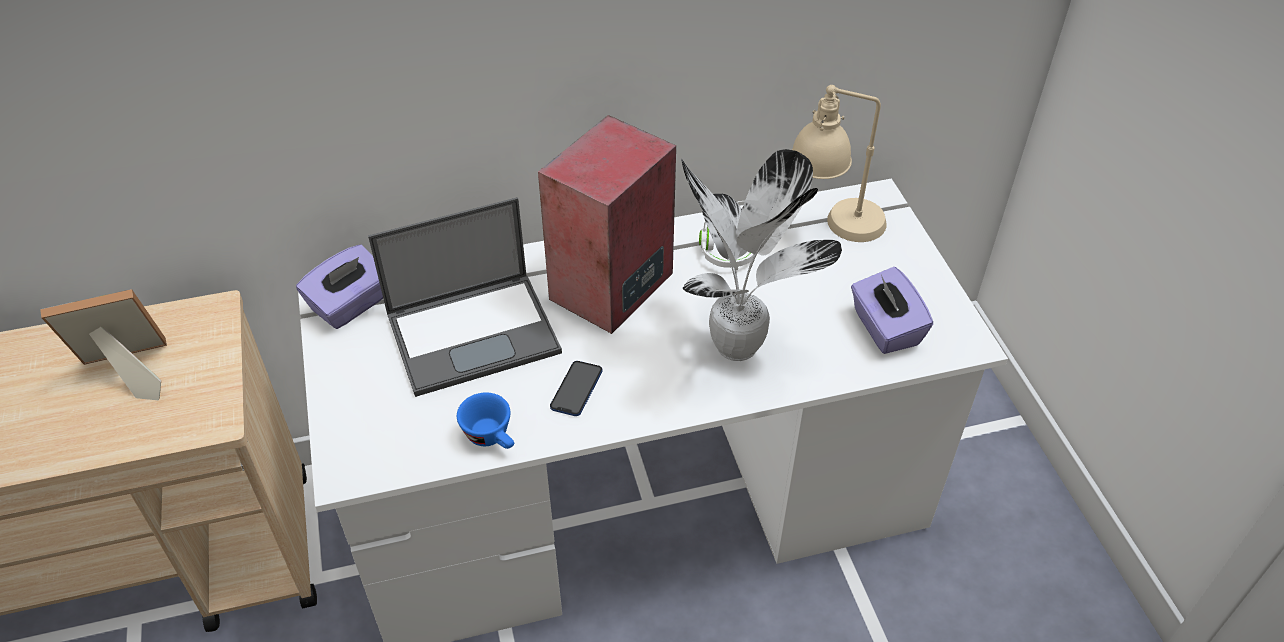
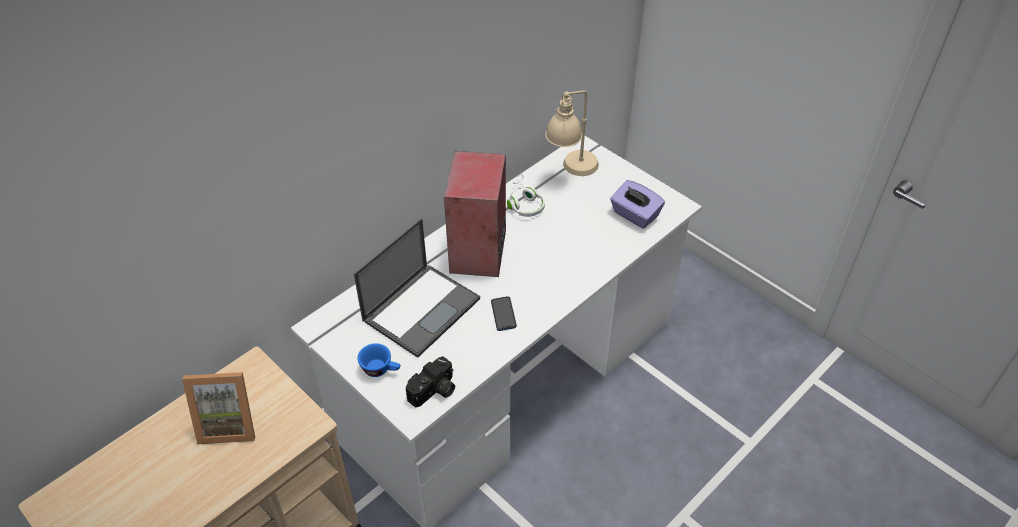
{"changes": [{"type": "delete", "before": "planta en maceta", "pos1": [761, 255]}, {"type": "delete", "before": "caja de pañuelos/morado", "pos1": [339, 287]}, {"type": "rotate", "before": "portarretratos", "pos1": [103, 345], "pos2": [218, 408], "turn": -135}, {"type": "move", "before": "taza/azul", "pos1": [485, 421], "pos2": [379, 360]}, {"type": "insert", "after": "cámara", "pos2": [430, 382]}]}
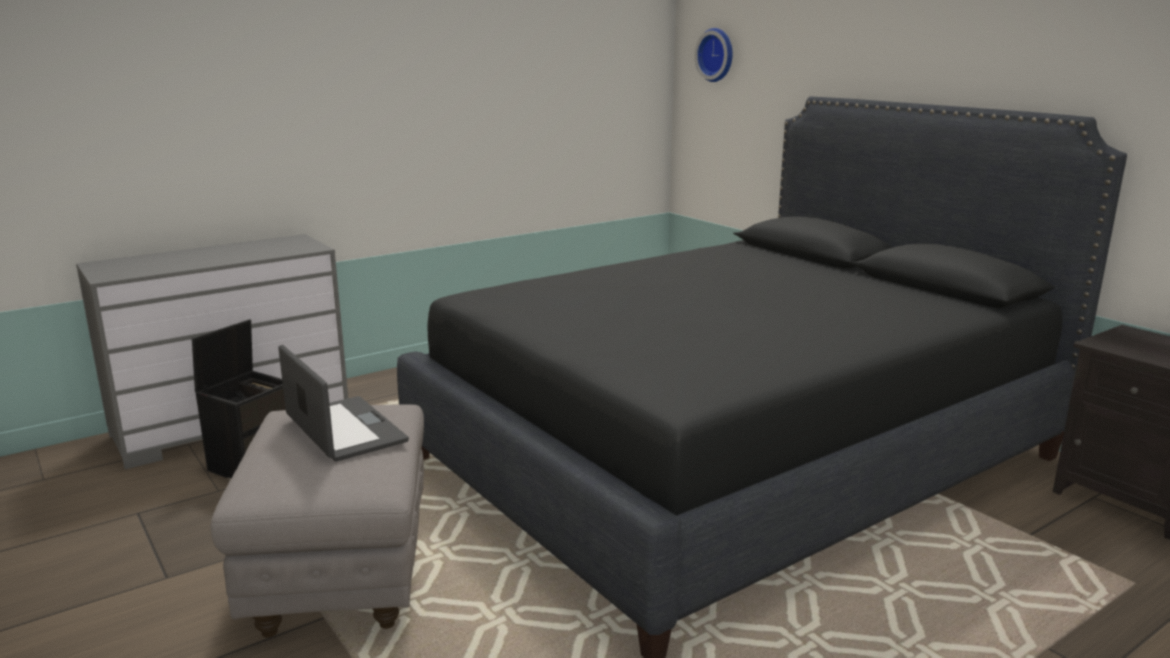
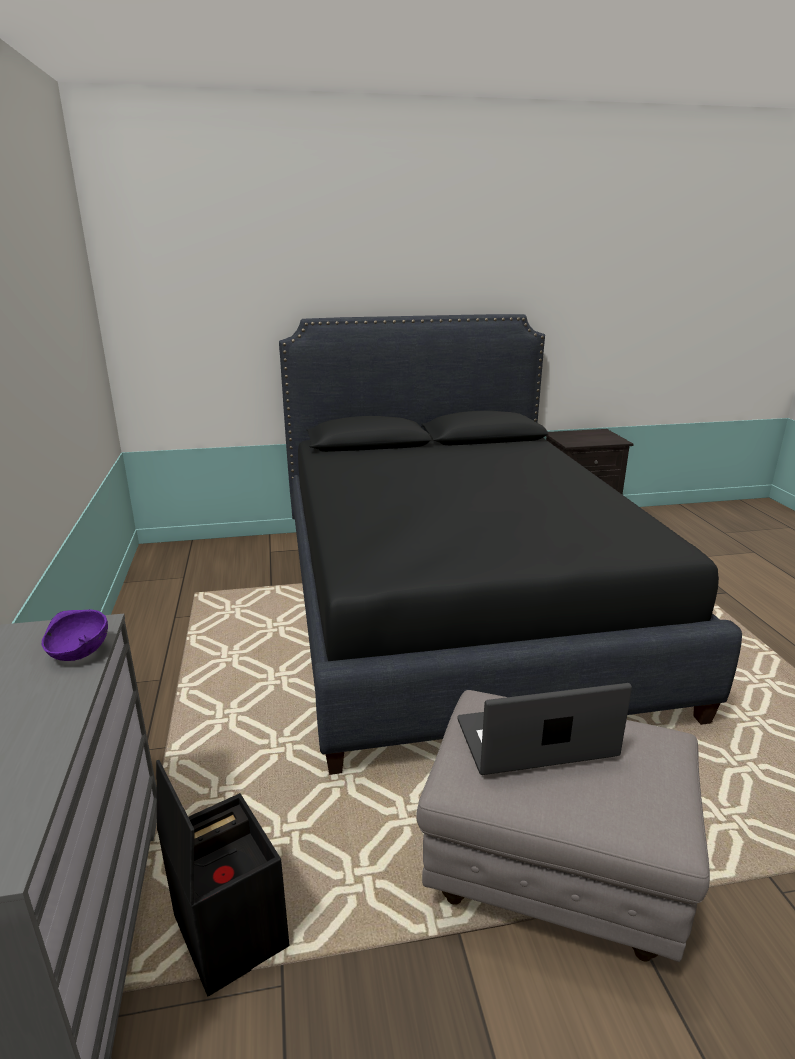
{"changes": [{"type": "delete", "before": "reloj de pared", "pos1": [713, 55]}, {"type": "insert", "after": "cuenco/morado", "pos2": [75, 635]}]}
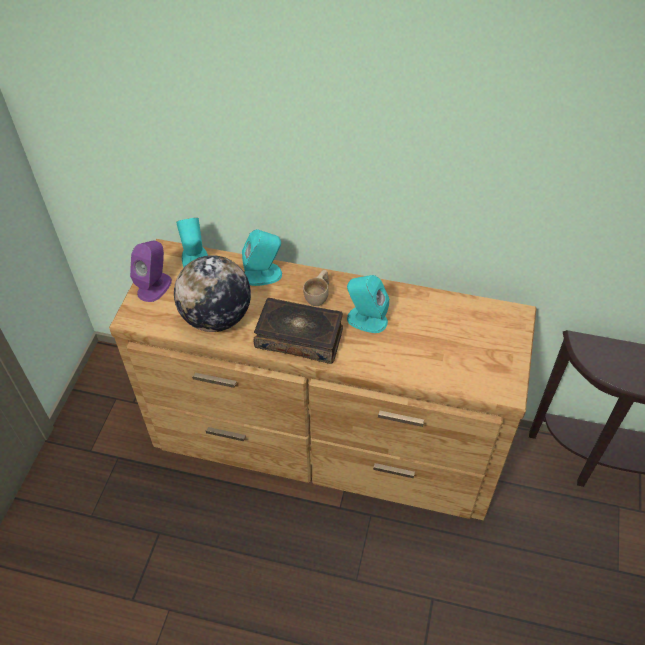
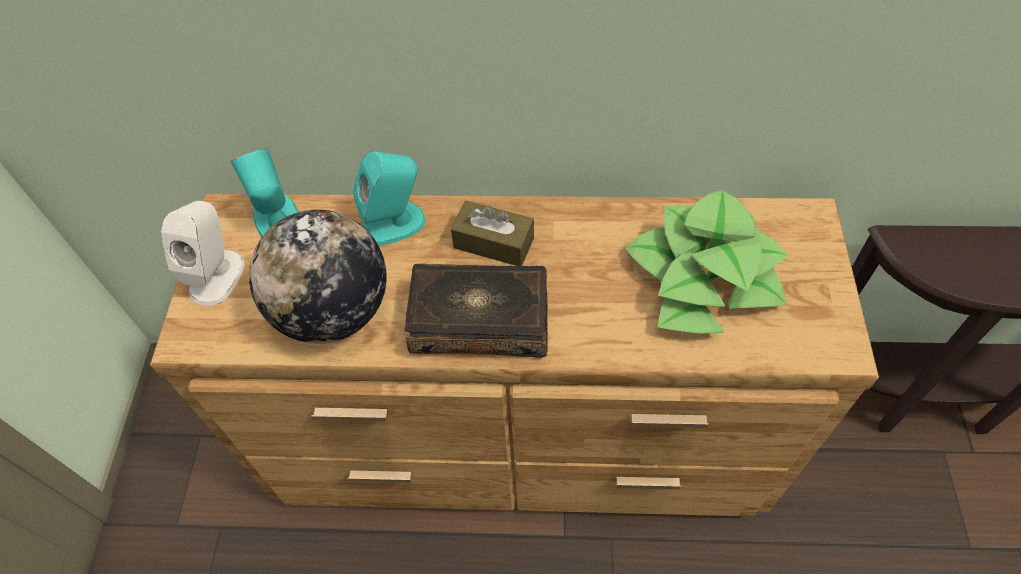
{"changes": [{"type": "recolor", "before": "altavoz/morado", "after": "altavoz/blanco", "pos1": [151, 271], "pos2": [202, 253]}, {"type": "replace", "before": "taza/beis", "after": "caja de pañuelos/marrón", "pos1": [316, 288], "pos2": [492, 233]}, {"type": "delete", "before": "altavoz/turquesa", "pos1": [368, 304]}, {"type": "insert", "after": "planta en maceta", "pos2": [706, 262]}]}
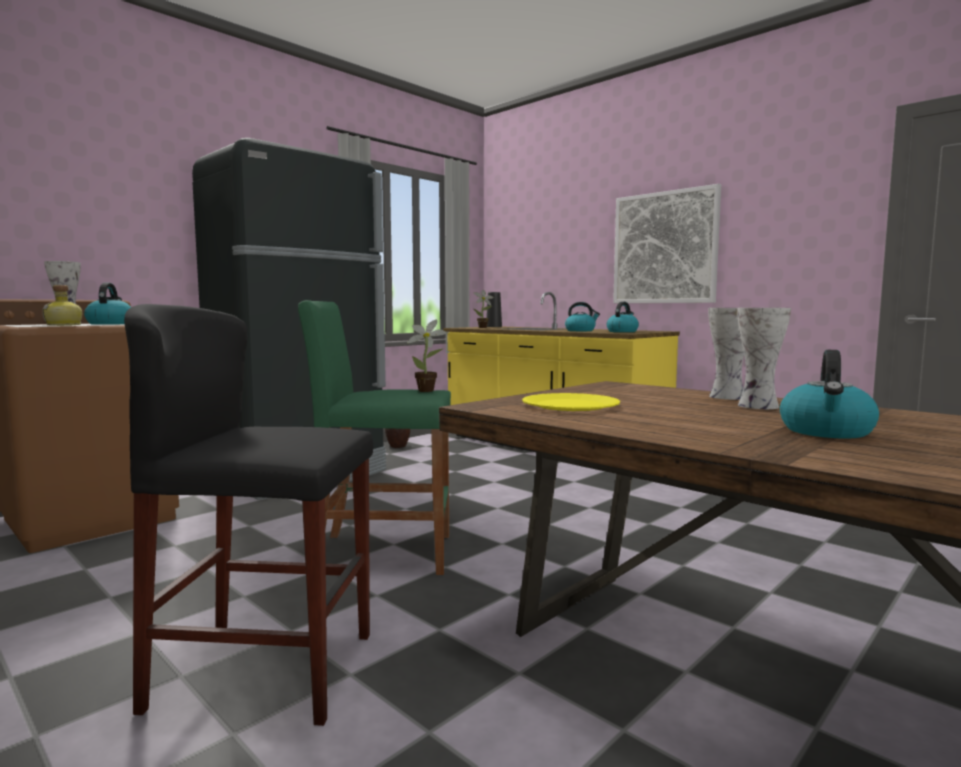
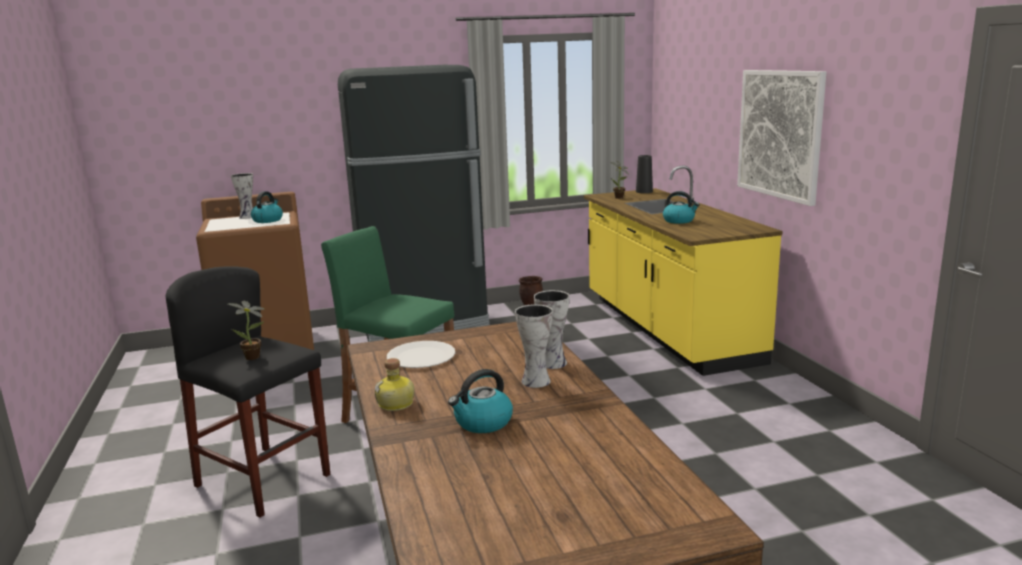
{"changes": [{"type": "move", "before": "botella", "pos1": [62, 305], "pos2": [394, 384]}, {"type": "delete", "before": "hervidor", "pos1": [623, 317]}, {"type": "move", "before": "planta en maceta", "pos1": [427, 355], "pos2": [246, 330]}, {"type": "recolor", "before": "plato/amarillo", "after": "plato/blanco", "pos1": [571, 402], "pos2": [421, 354]}]}
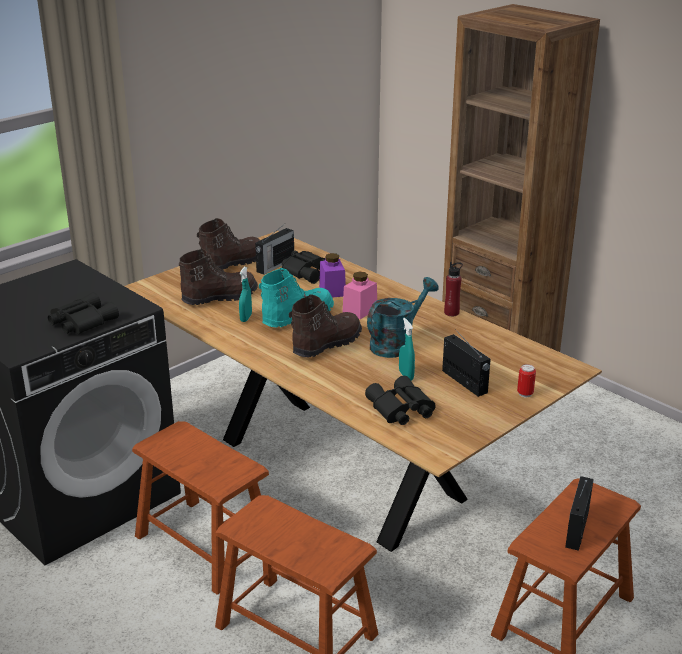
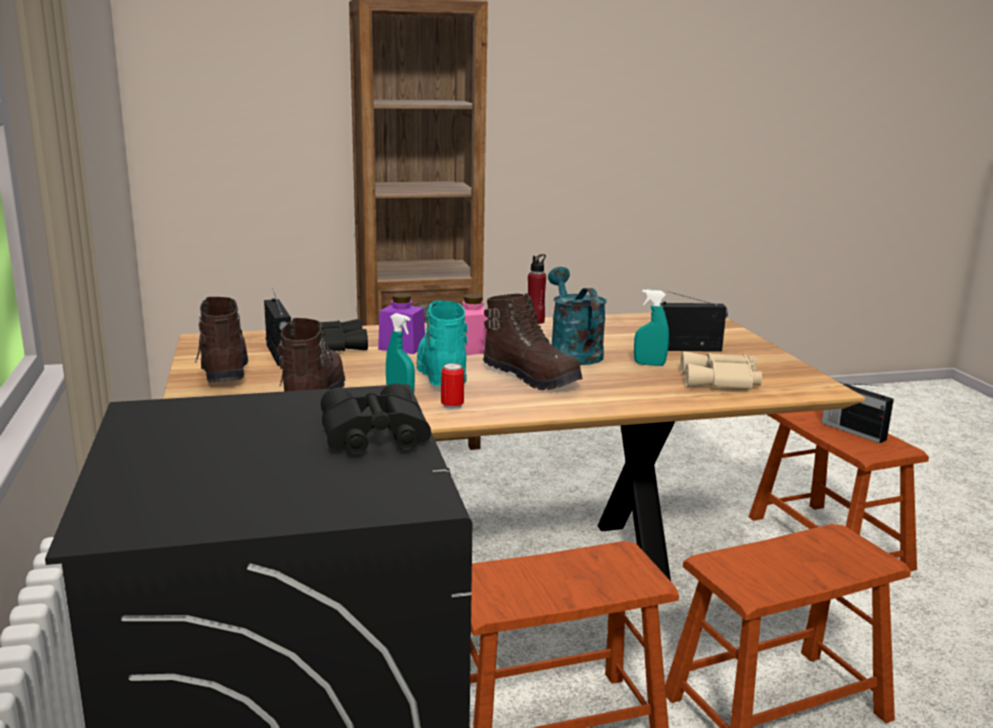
{"changes": [{"type": "rotate", "before": "bota/marrón", "pos1": [325, 325], "pos2": [533, 341], "turn": 150}, {"type": "move", "before": "lata", "pos1": [526, 381], "pos2": [452, 386]}, {"type": "recolor", "before": "prismáticos/negro", "after": "prismáticos/beis", "pos1": [400, 400], "pos2": [721, 370]}]}
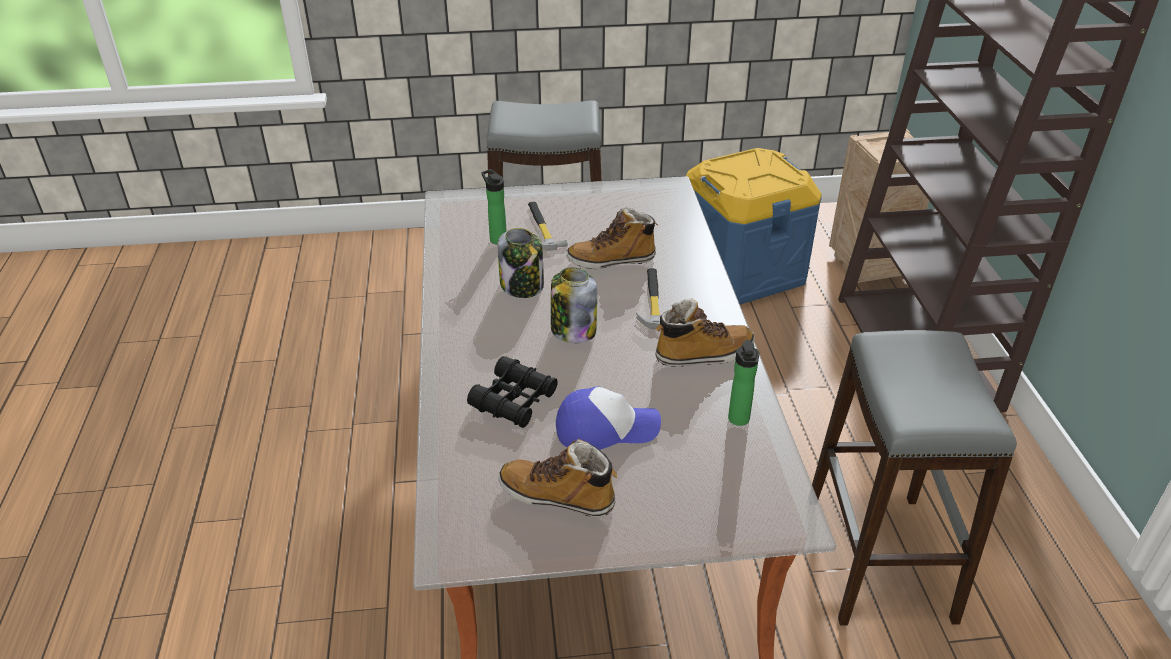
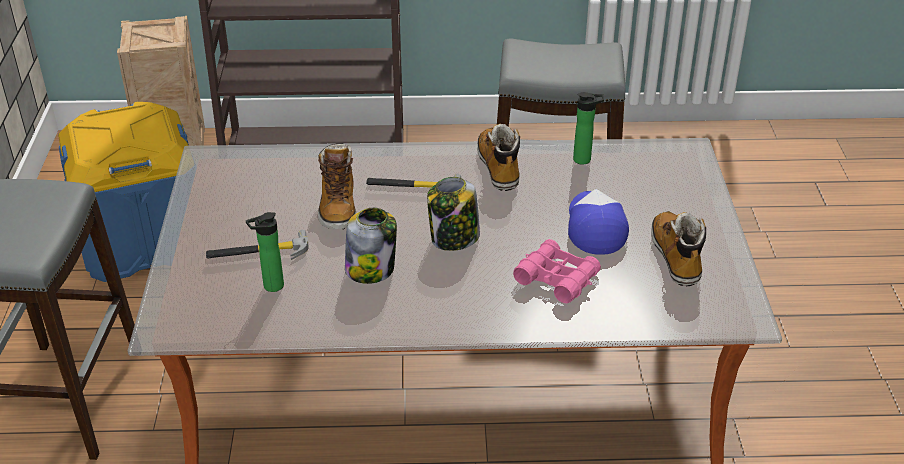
{"changes": [{"type": "recolor", "before": "prismáticos/negro", "after": "prismáticos/rosa", "pos1": [512, 392], "pos2": [557, 271]}, {"type": "rotate", "before": "bota", "pos1": [557, 478], "pos2": [678, 249], "turn": 150}]}
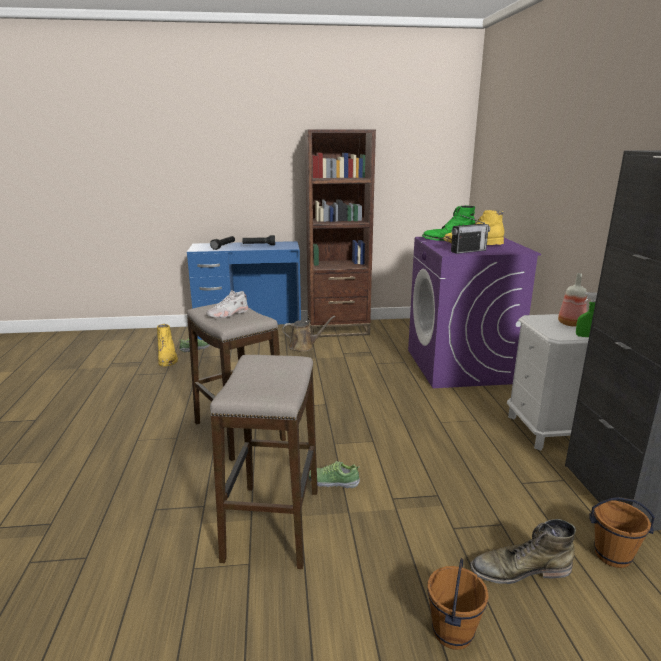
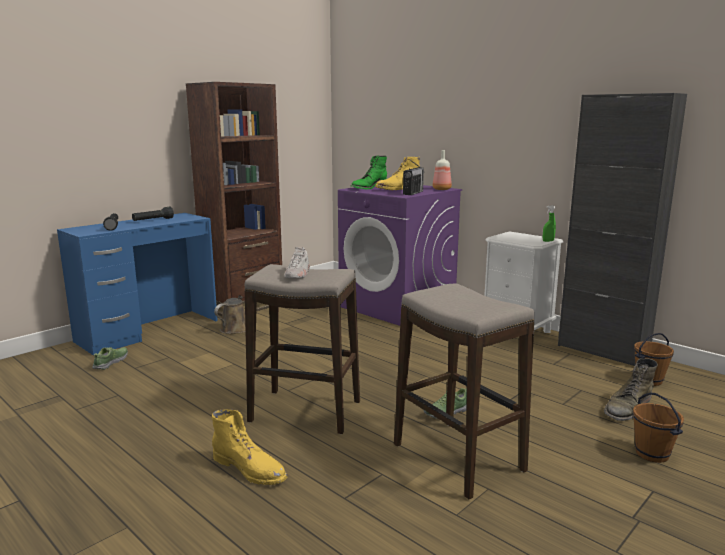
{"changes": [{"type": "move", "before": "botella", "pos1": [572, 300], "pos2": [442, 170]}, {"type": "move", "before": "bota/amarillo", "pos1": [167, 345], "pos2": [250, 447]}]}
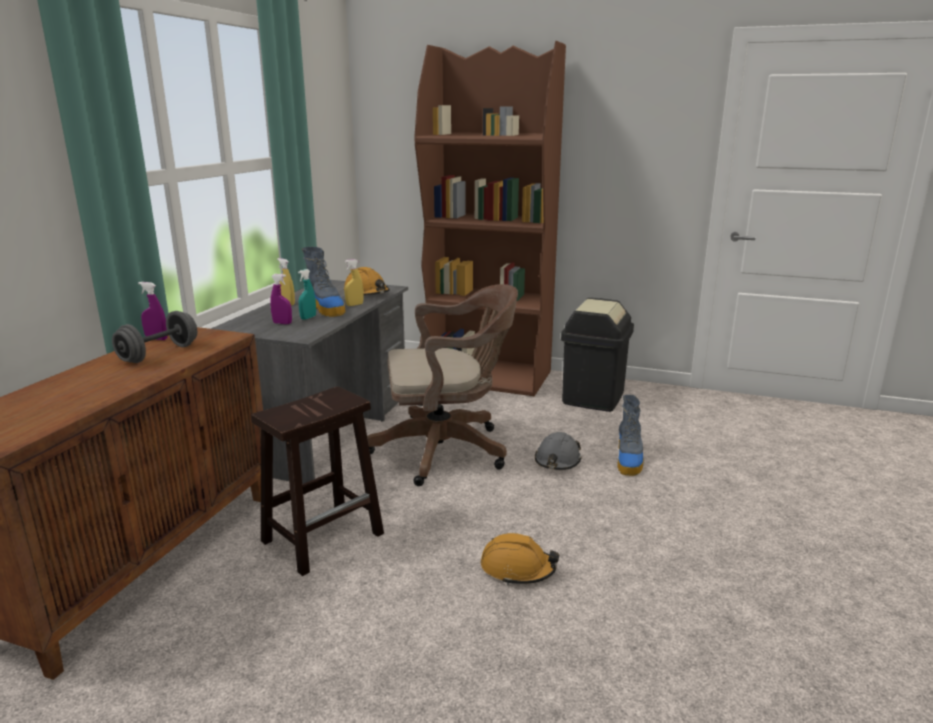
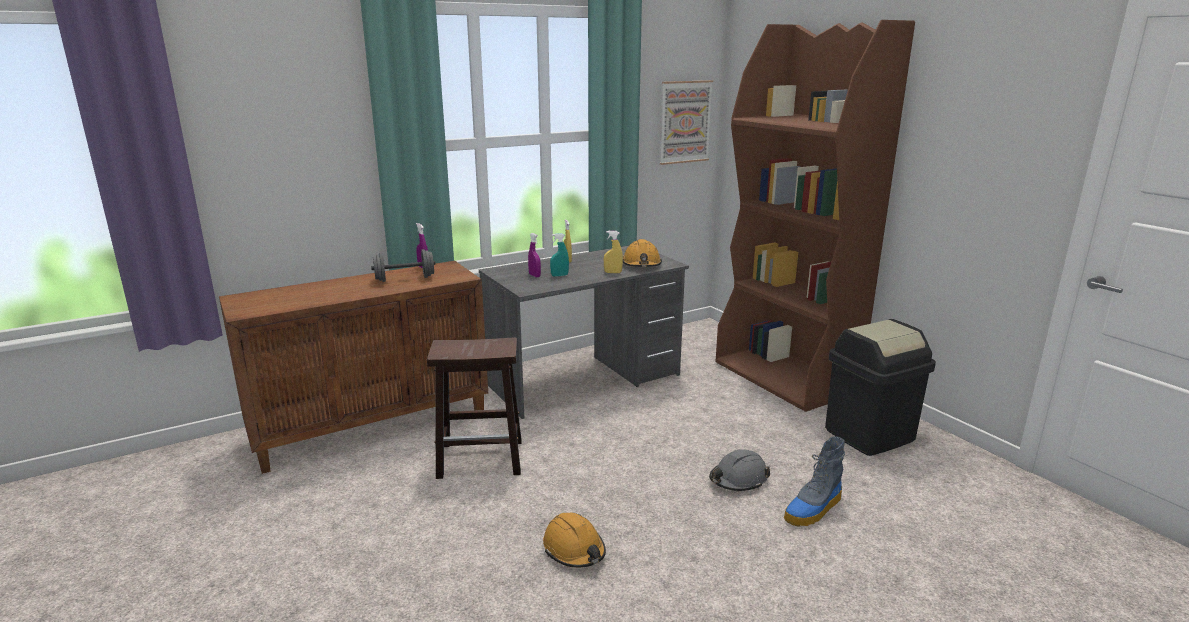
{"changes": [{"type": "delete", "before": "bota", "pos1": [323, 282]}, {"type": "delete", "before": "silla de oficina/marrón", "pos1": [442, 385]}, {"type": "insert", "after": "cuadro", "pos2": [686, 122]}]}
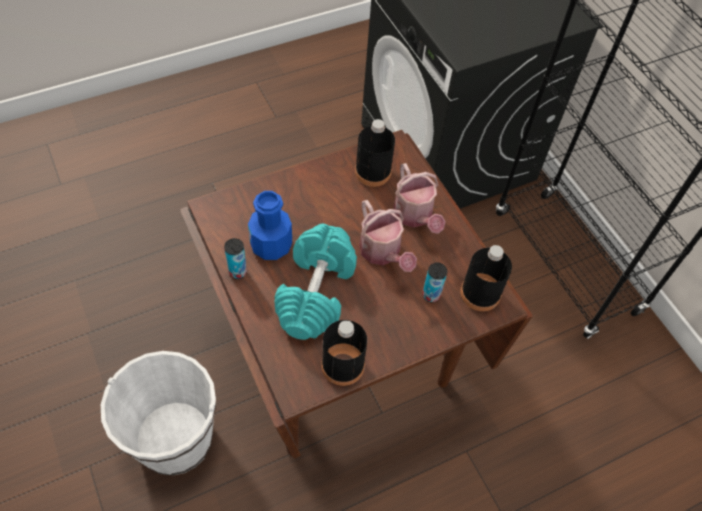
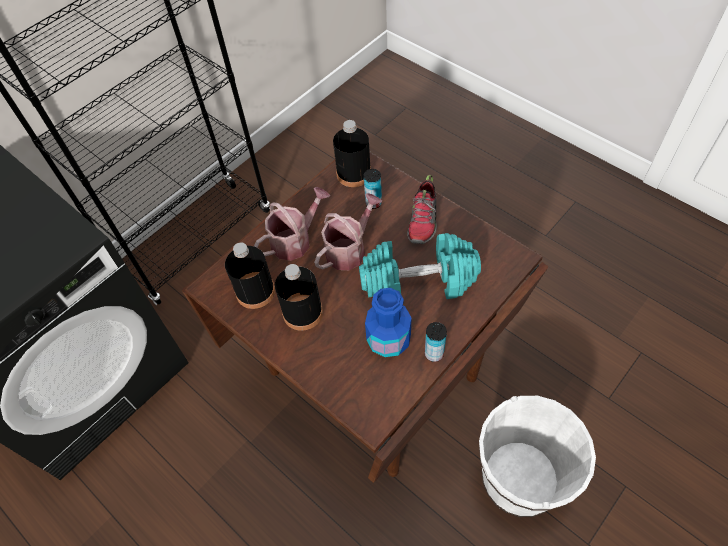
{"changes": [{"type": "move", "before": "botella/negro", "pos1": [344, 353], "pos2": [299, 297]}, {"type": "insert", "after": "zapato", "pos2": [422, 209]}]}
